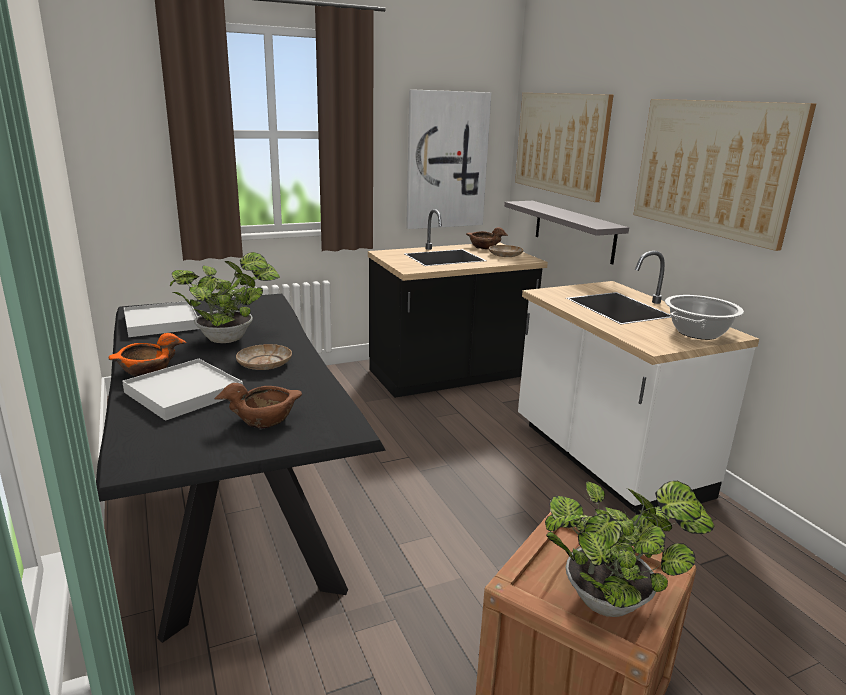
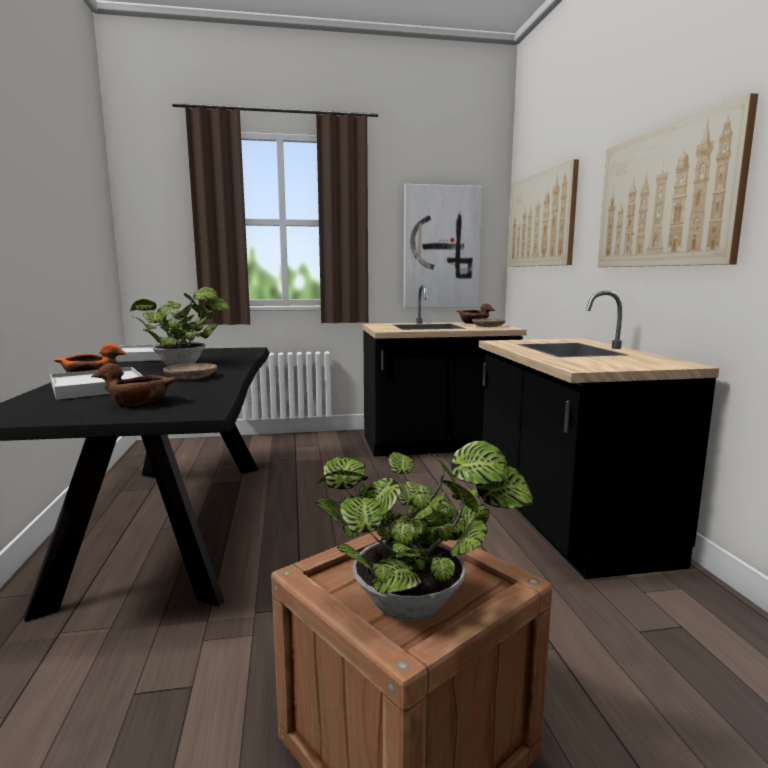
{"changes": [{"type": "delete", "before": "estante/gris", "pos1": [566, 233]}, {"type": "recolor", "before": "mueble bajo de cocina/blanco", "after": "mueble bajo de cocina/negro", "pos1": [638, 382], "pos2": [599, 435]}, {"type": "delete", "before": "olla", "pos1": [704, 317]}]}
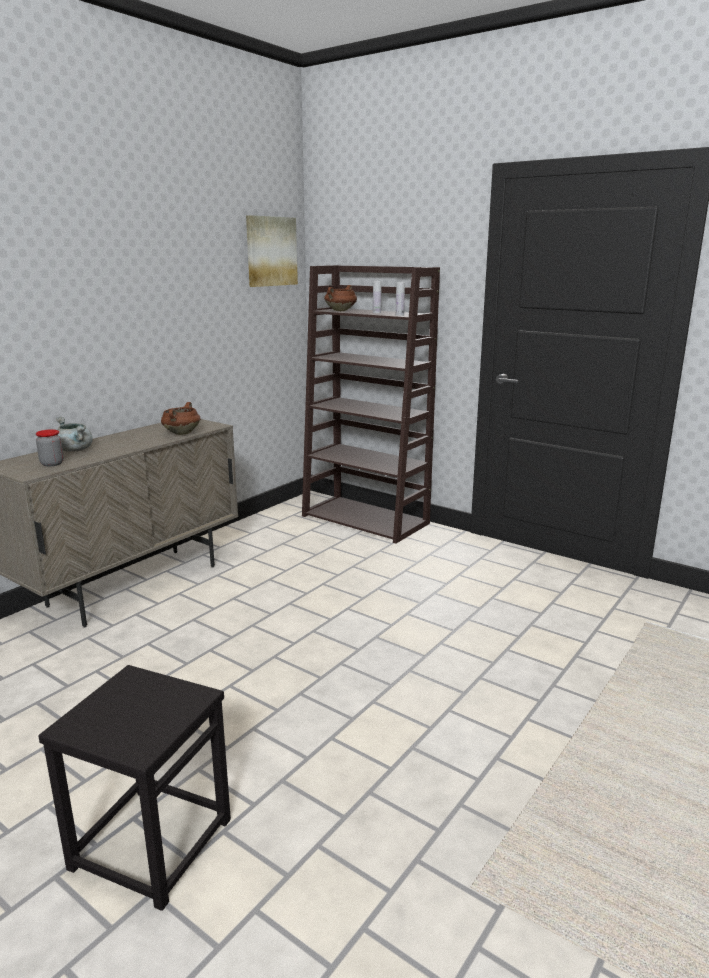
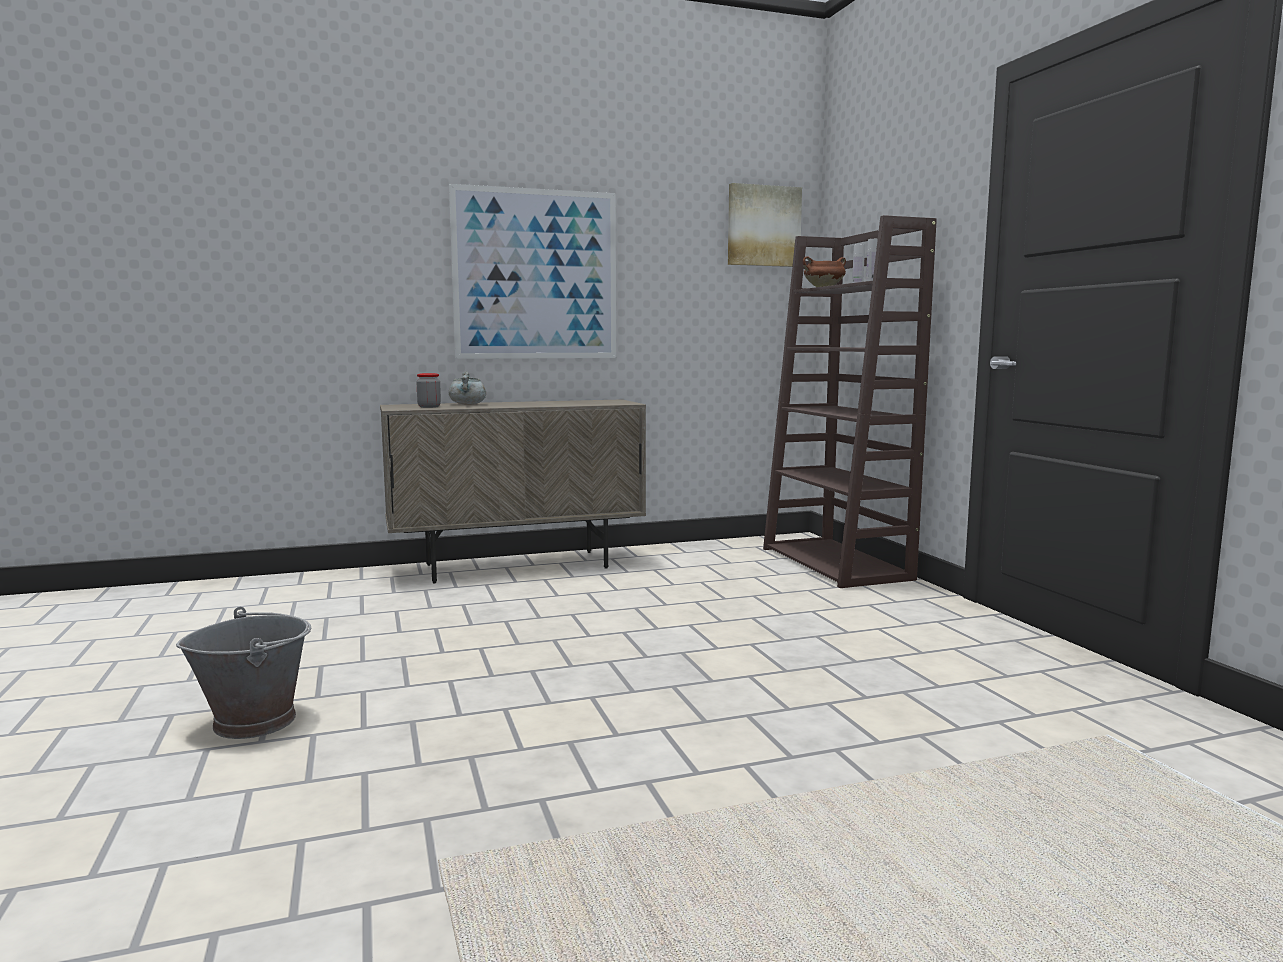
{"changes": [{"type": "delete", "before": "olla/marrón", "pos1": [181, 418]}, {"type": "replace", "before": "taburete/negro", "after": "cubo/gris", "pos1": [134, 788], "pos2": [243, 673]}, {"type": "insert", "after": "cuadro", "pos2": [532, 271]}]}
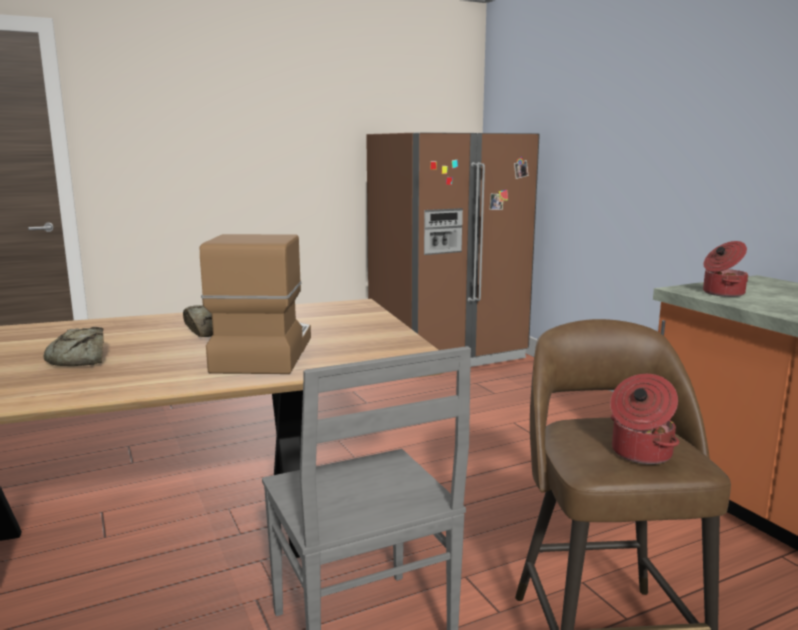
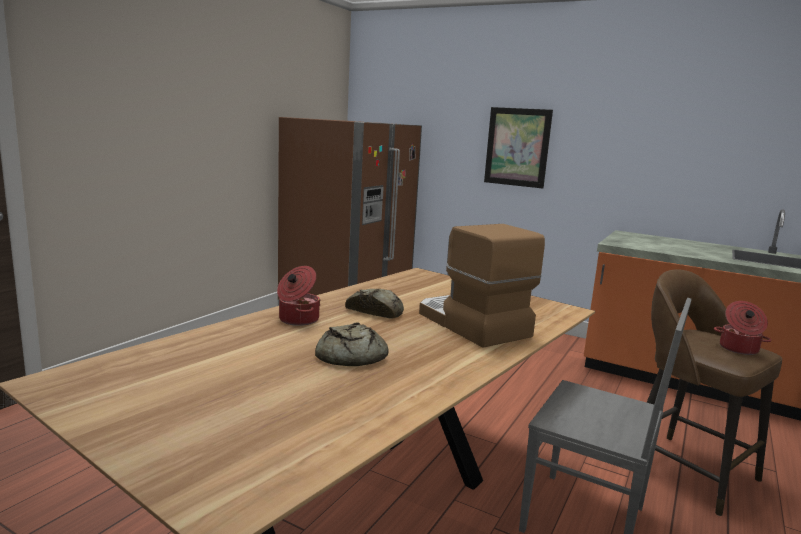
{"changes": [{"type": "move", "before": "olla", "pos1": [725, 269], "pos2": [298, 296]}, {"type": "insert", "after": "cuadro", "pos2": [518, 148]}]}
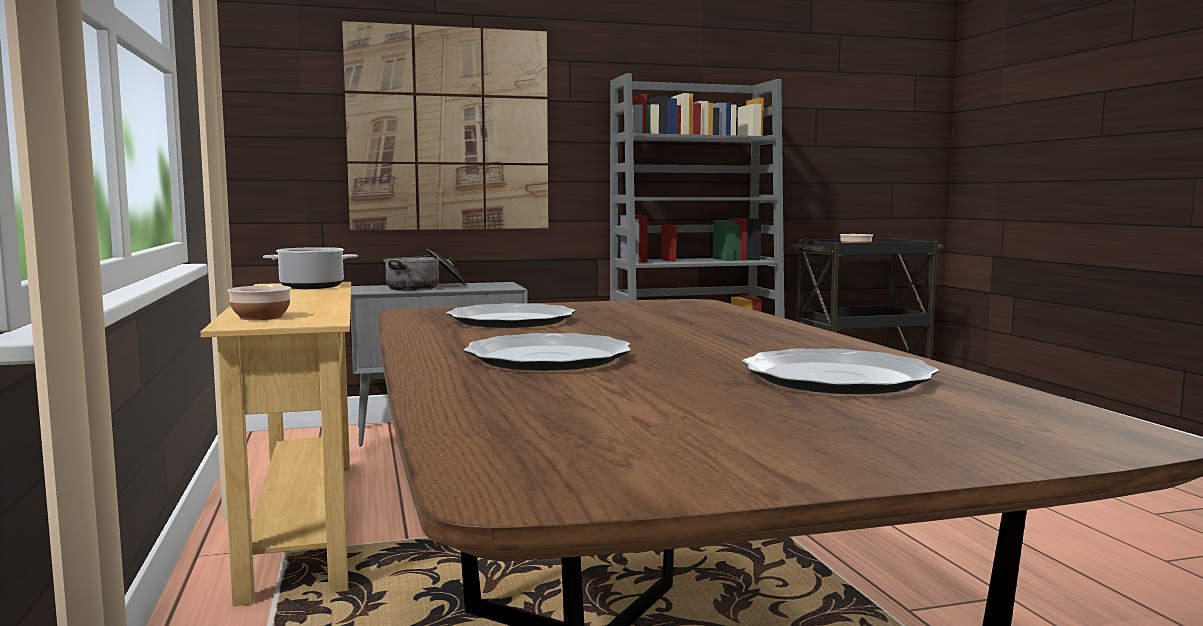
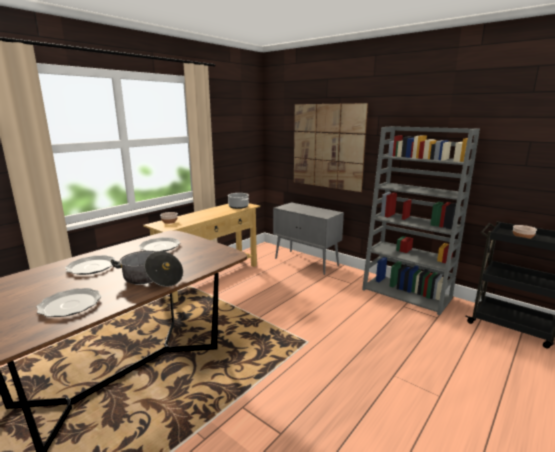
{"changes": [{"type": "move", "before": "olla", "pos1": [425, 270], "pos2": [147, 269]}]}
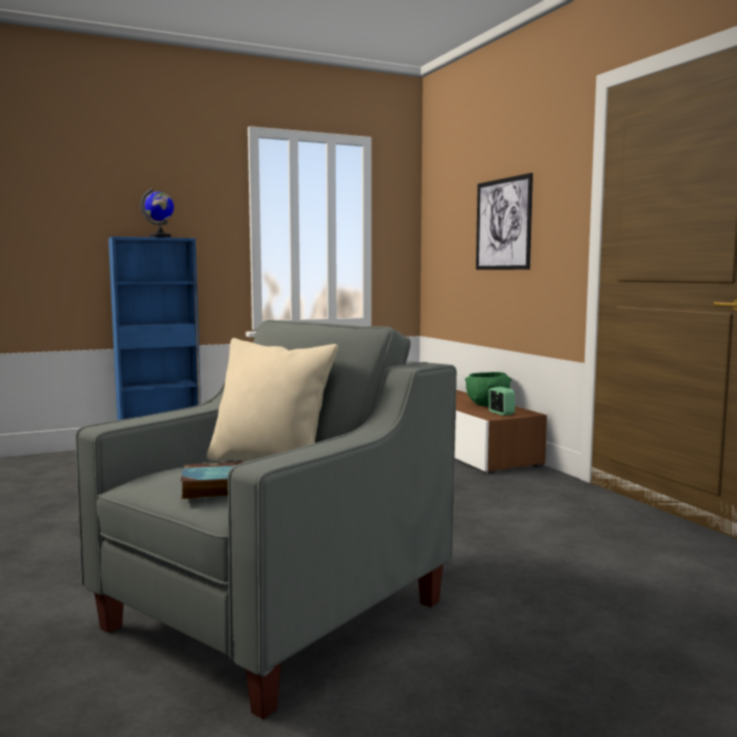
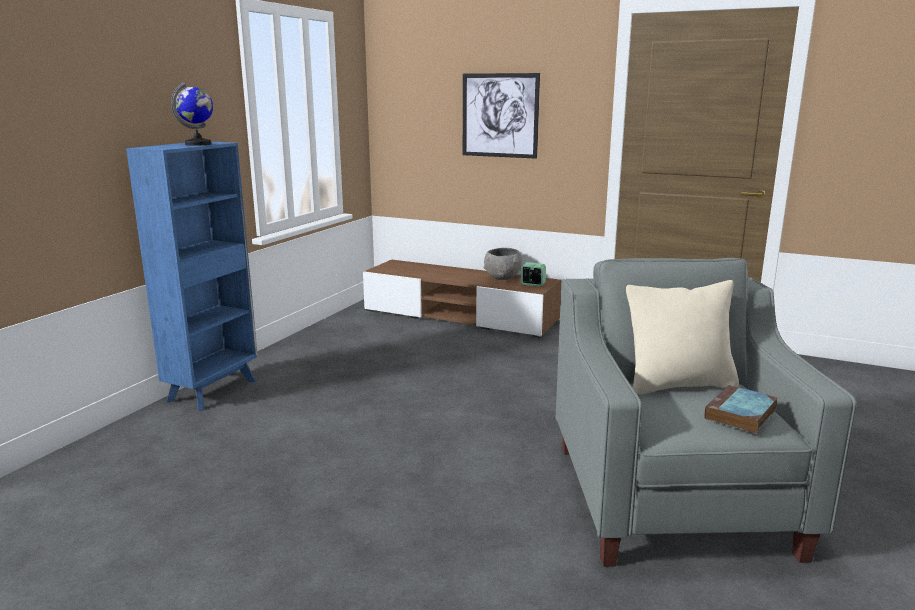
{"changes": [{"type": "recolor", "before": "cuenco/verde", "after": "cuenco/gris", "pos1": [488, 389], "pos2": [502, 264]}]}
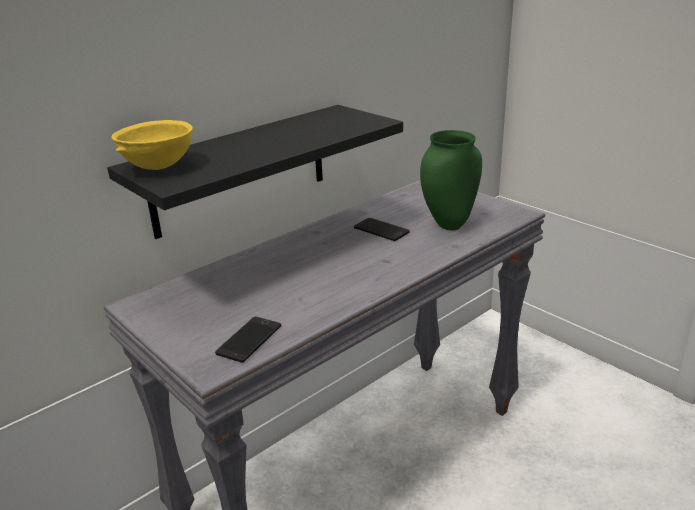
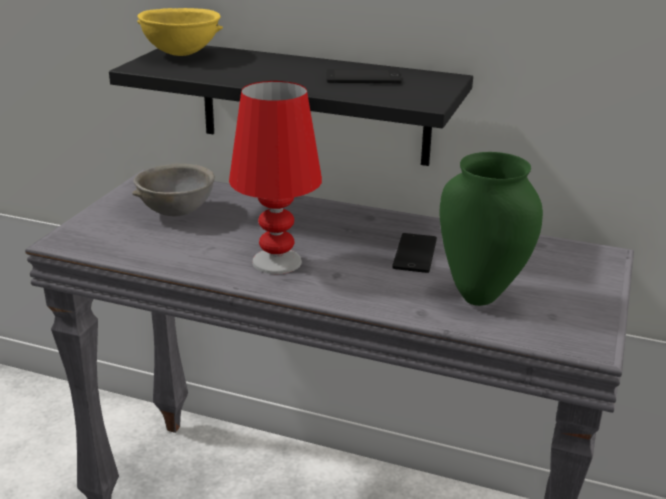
{"changes": [{"type": "move", "before": "móvil", "pos1": [248, 340], "pos2": [364, 76]}, {"type": "insert", "after": "lámpara de mesa/rojo", "pos2": [275, 177]}, {"type": "insert", "after": "cuenco/gris", "pos2": [173, 189]}]}
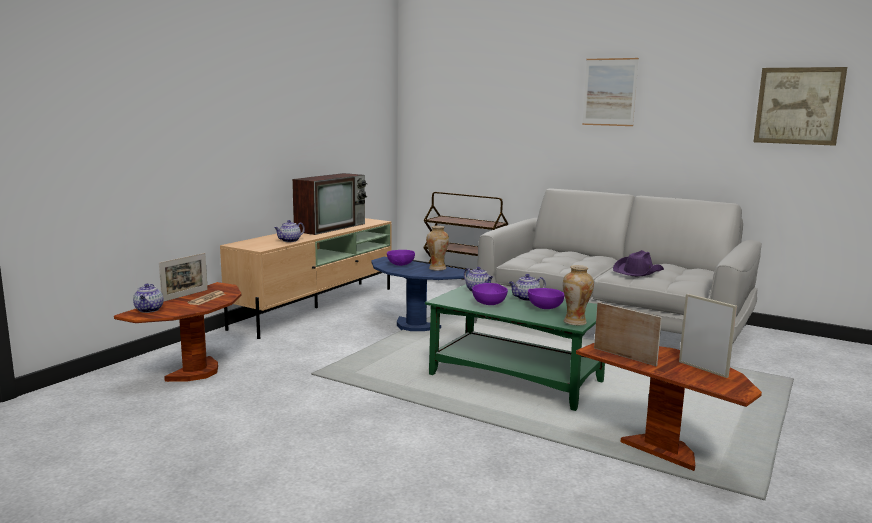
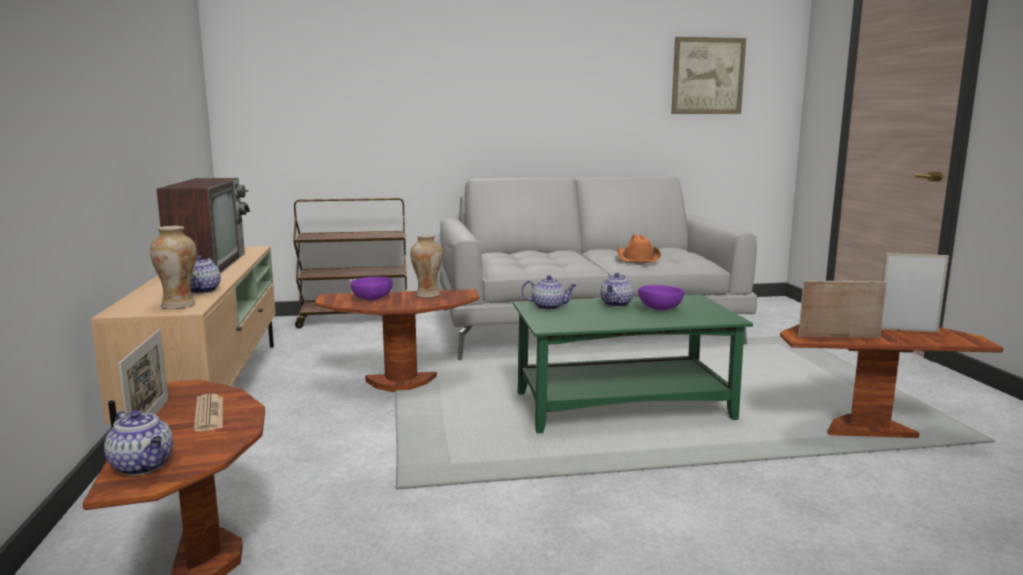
{"changes": [{"type": "delete", "before": "cuadro", "pos1": [610, 92]}, {"type": "recolor", "before": "sombrero/morado", "after": "sombrero/naranja", "pos1": [638, 263], "pos2": [639, 248]}, {"type": "recolor", "before": "mesa auxiliar/azul", "after": "mesa auxiliar/marrón", "pos1": [420, 294], "pos2": [397, 340]}, {"type": "move", "before": "florero", "pos1": [578, 295], "pos2": [173, 267]}, {"type": "delete", "before": "cuenco/morado", "pos1": [490, 294]}]}
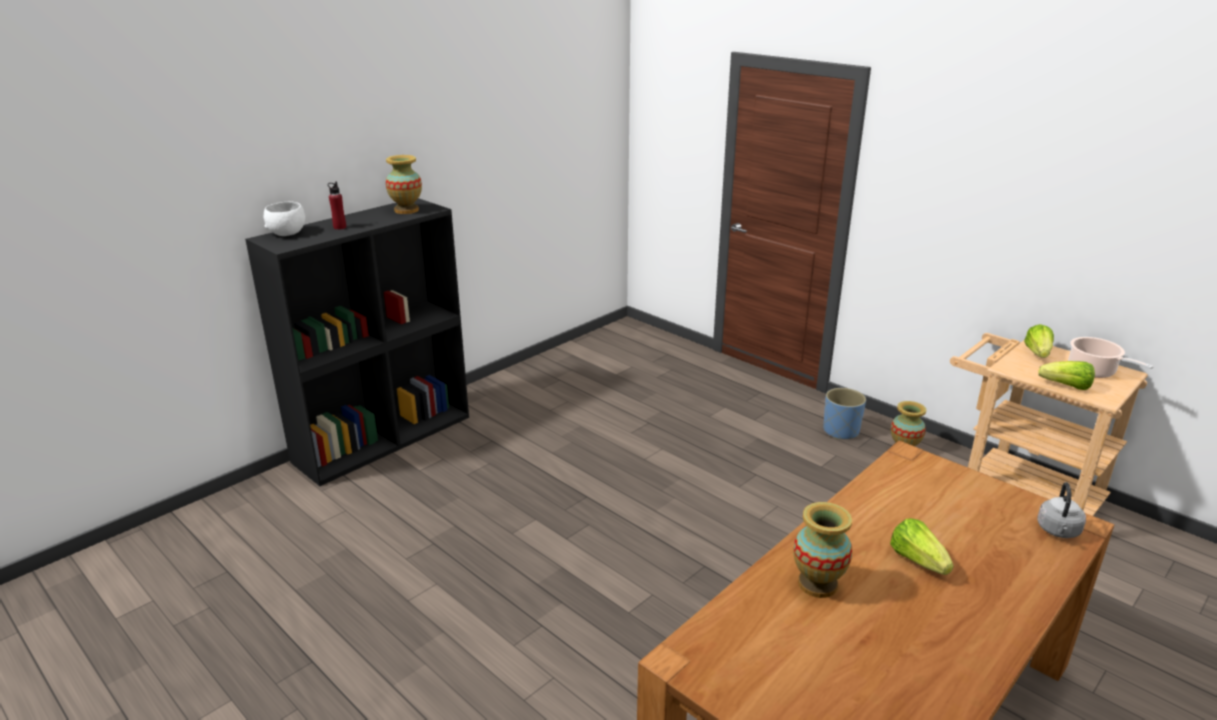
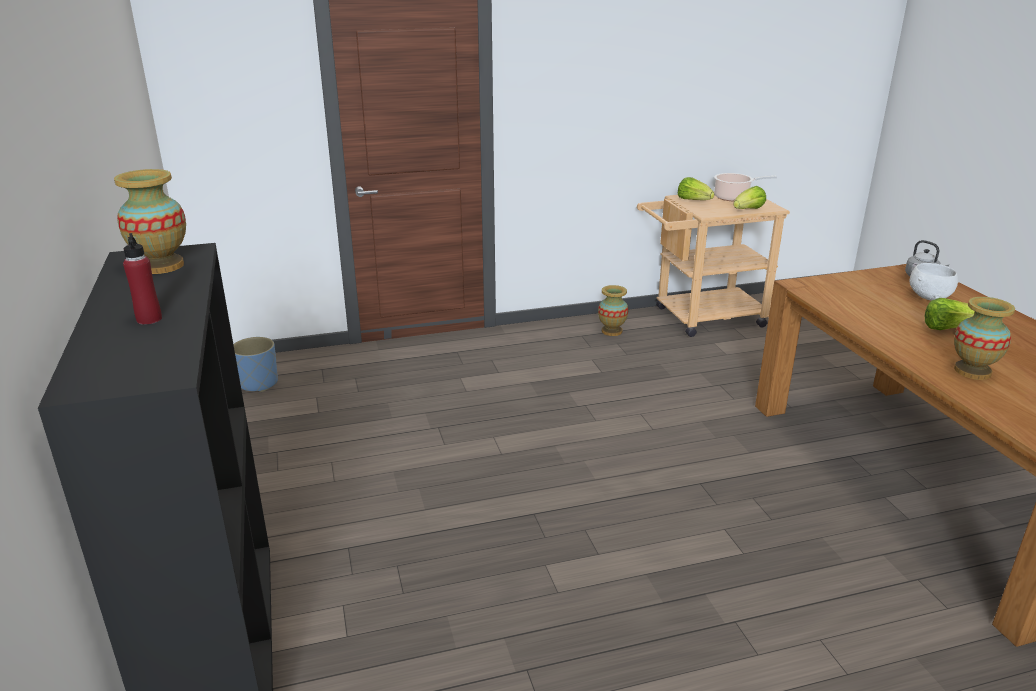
{"changes": [{"type": "move", "before": "cuenco/blanco", "pos1": [284, 219], "pos2": [934, 282]}, {"type": "move", "before": "maceta/azul", "pos1": [844, 413], "pos2": [255, 364]}]}
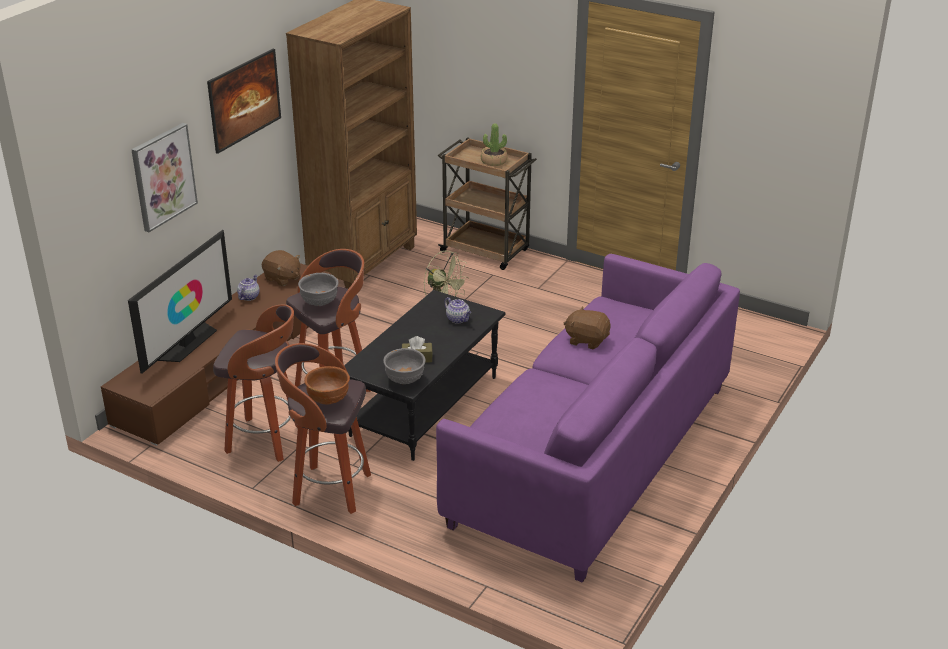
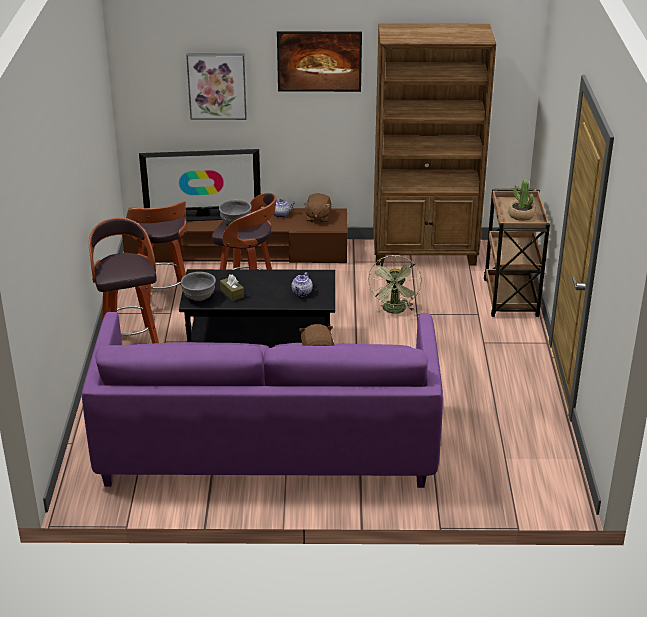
{"changes": [{"type": "delete", "before": "cuenco/marrón", "pos1": [327, 385]}]}
